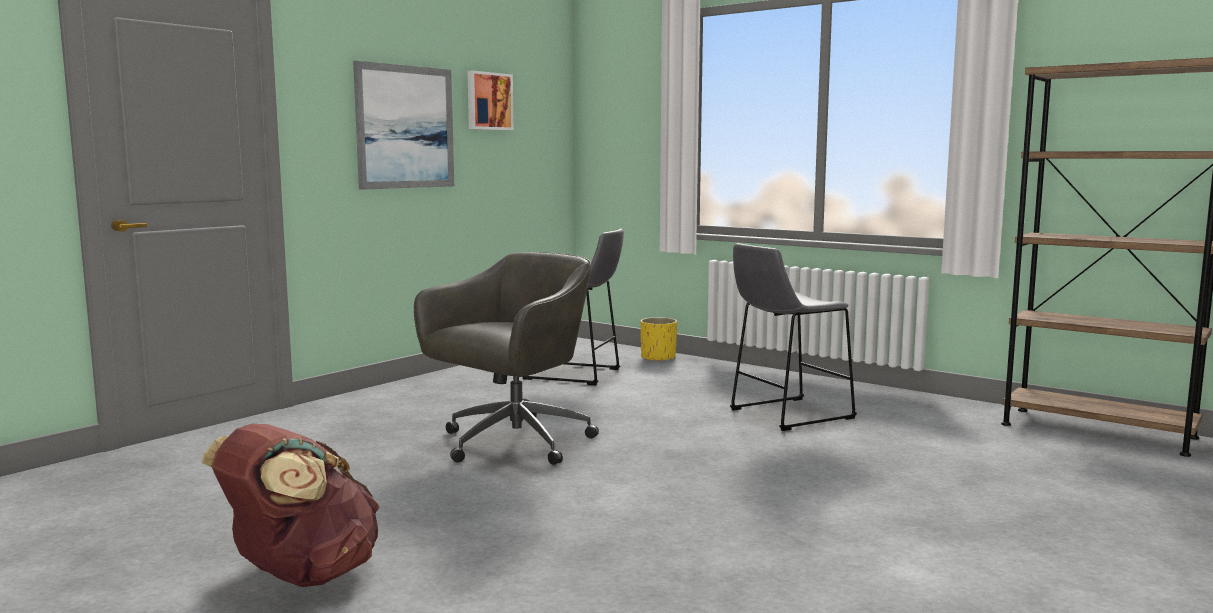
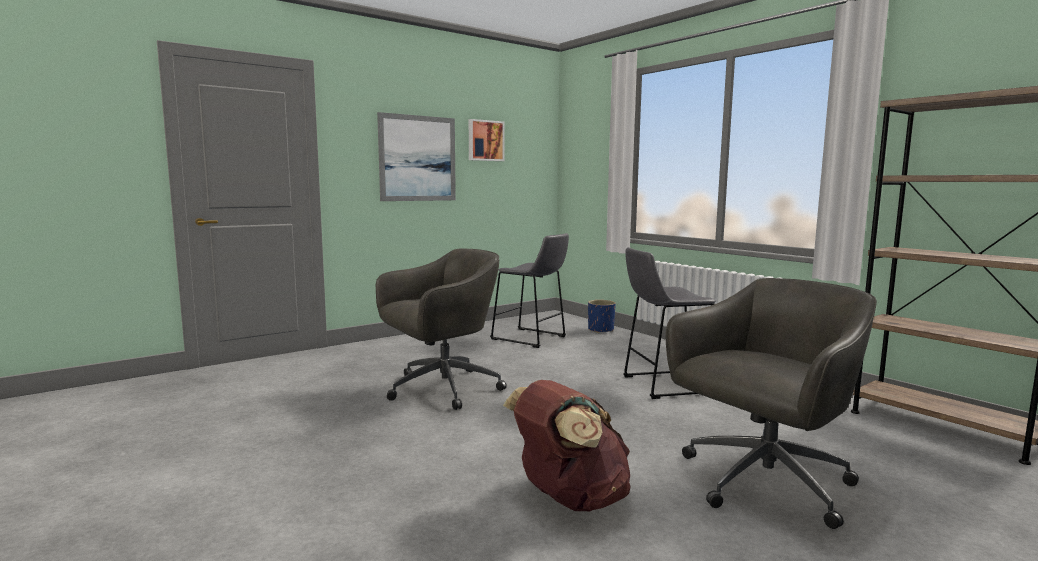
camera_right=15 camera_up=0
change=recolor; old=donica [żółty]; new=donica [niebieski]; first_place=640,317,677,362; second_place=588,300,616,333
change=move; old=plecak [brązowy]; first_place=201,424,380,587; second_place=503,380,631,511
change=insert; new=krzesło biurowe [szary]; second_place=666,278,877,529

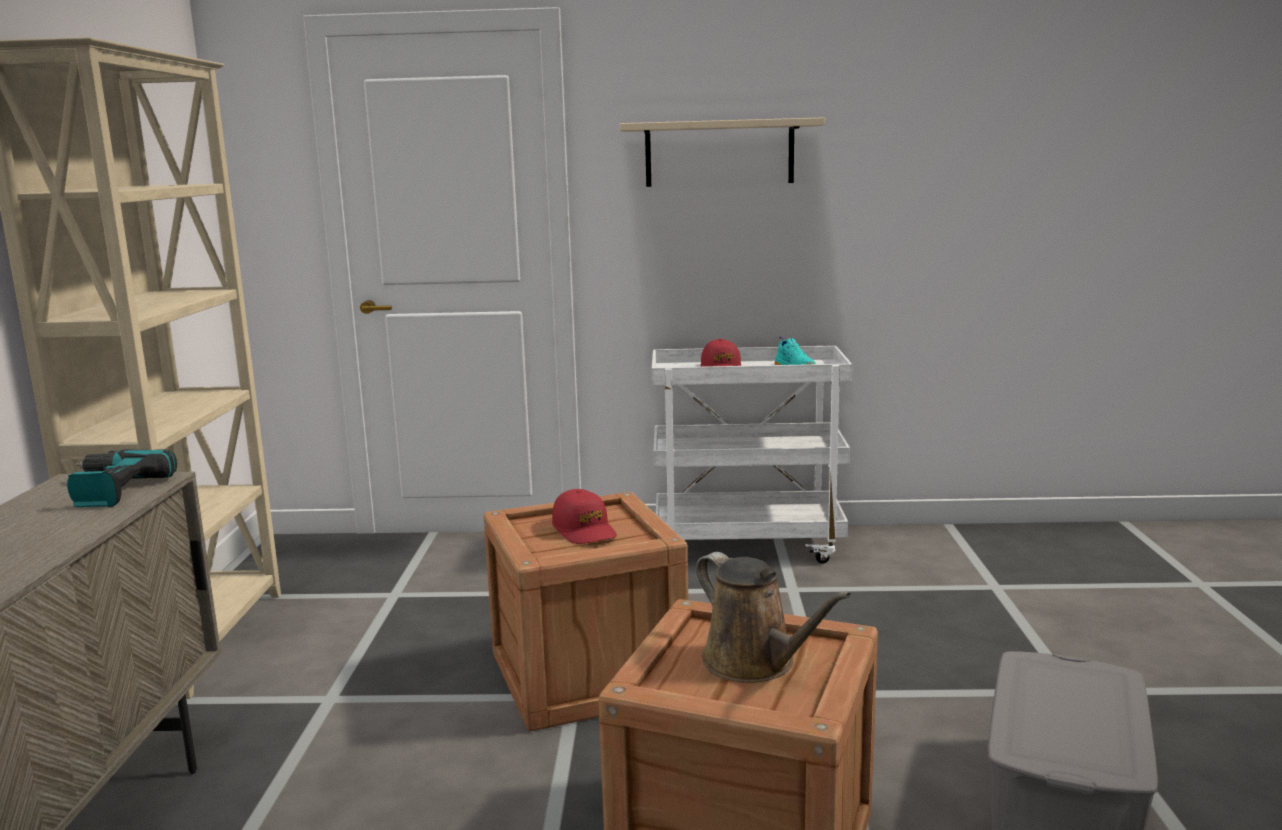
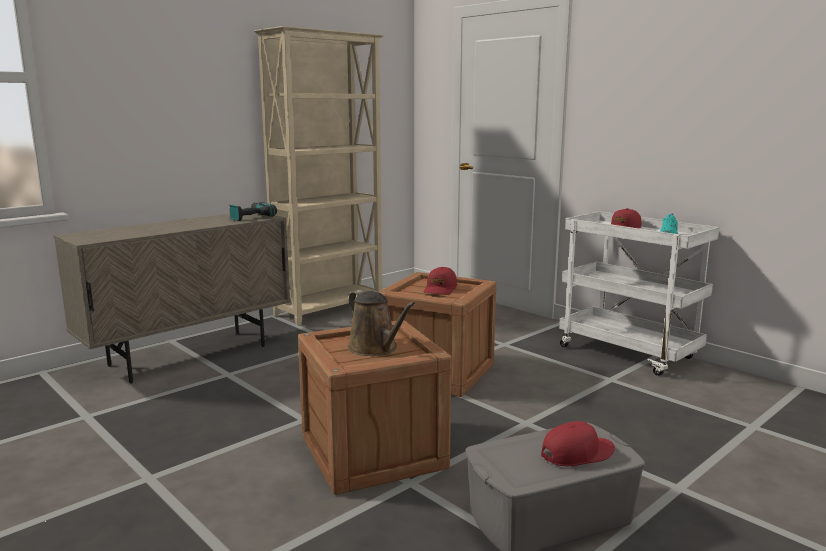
camera_right=45 camera_up=0
change=delete; old=półka [beżowy]; first_place=620,117,825,187
change=rotate; old=konewka [brązowy]; first_place=696,552,851,683; second_place=348,290,415,356; degrees=-45
change=insert; new=czapka z daszkiem [czerwony]; second_place=541,421,615,466

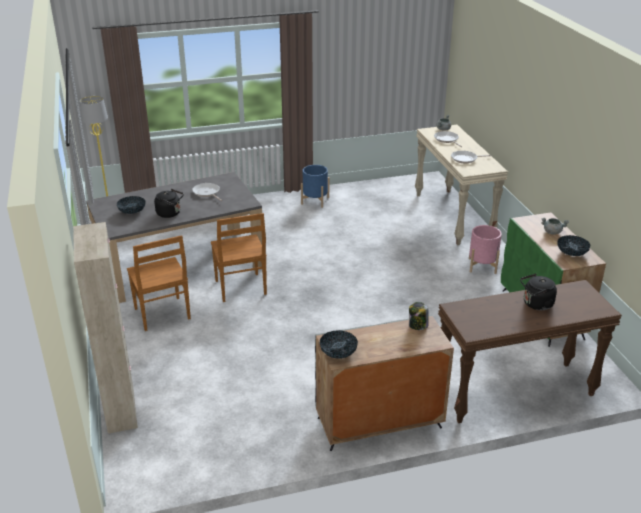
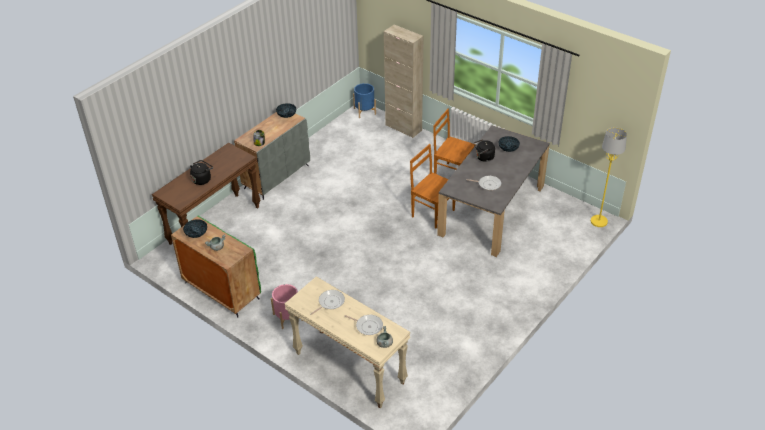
camera_right=145 camera_up=10
change=move; old=donica [niebieski]; first_place=301,165,329,208; second_place=353,83,376,118

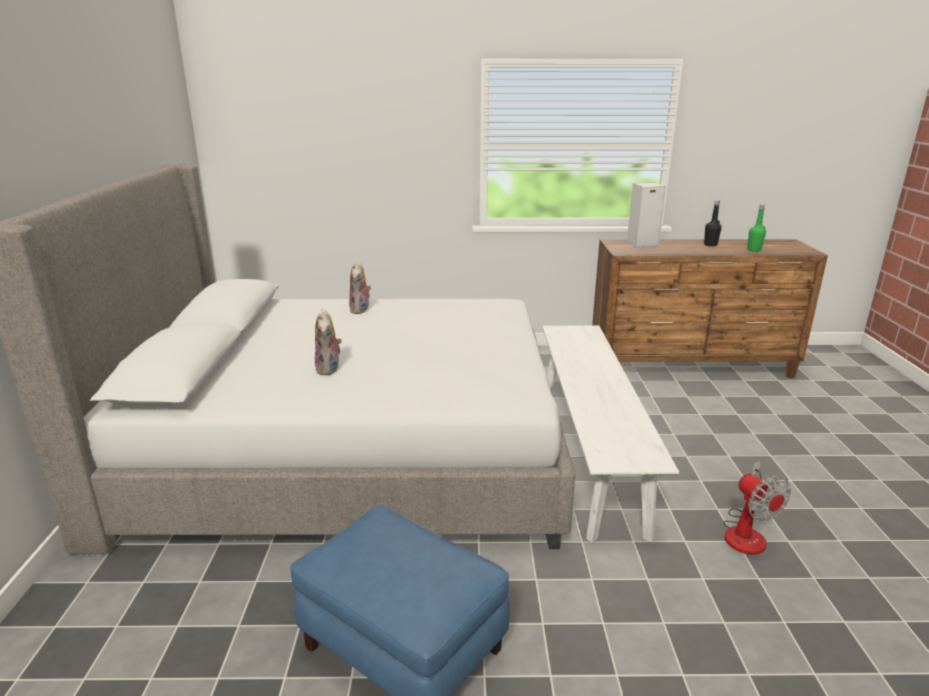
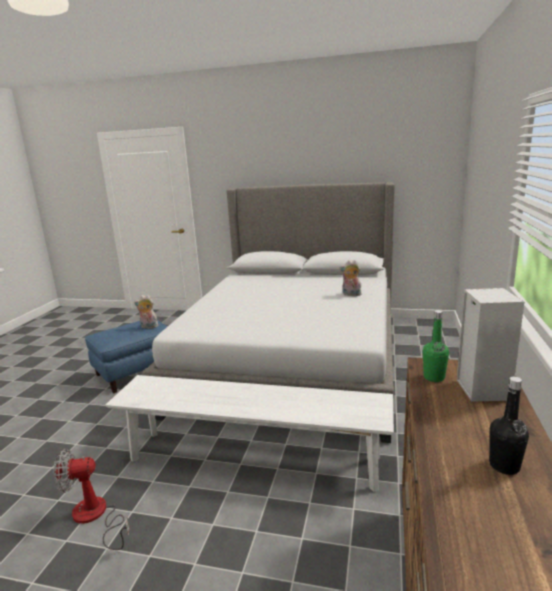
camera_right=105 camera_up=-5
change=move; old=butelka [zielony]; first_place=747,204,766,252; second_place=423,310,449,382
change=move; old=pluszak; first_place=315,309,342,375; second_place=134,295,158,329

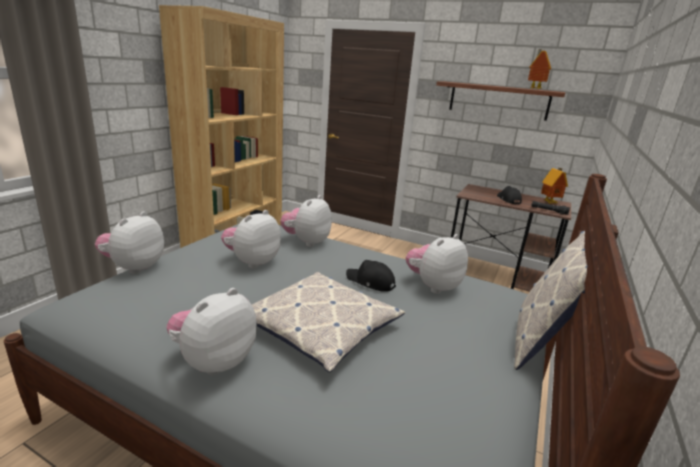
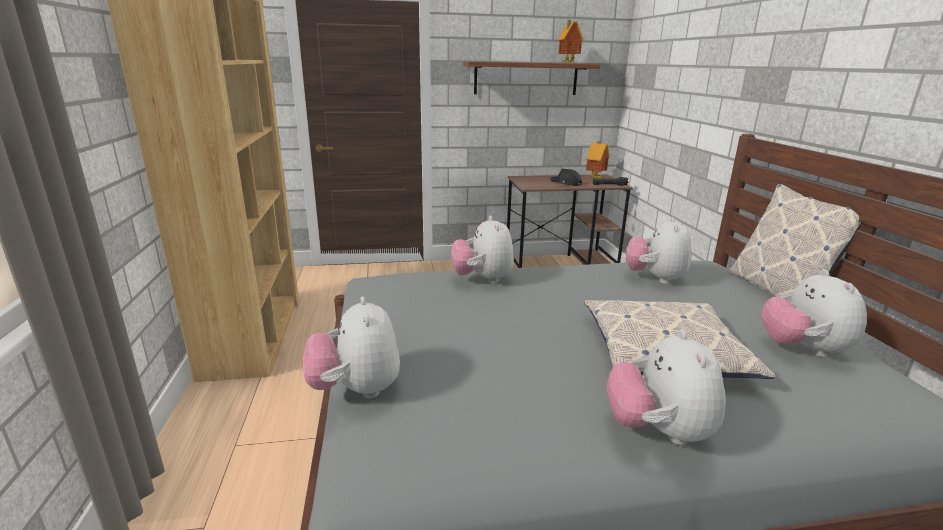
camera_right=-35 camera_up=0
change=move; old=pluszak; first_place=221,210,281,269; second_place=762,269,867,358
change=delete; old=czapka z daszkiem [czarny]; first_place=346,260,396,292

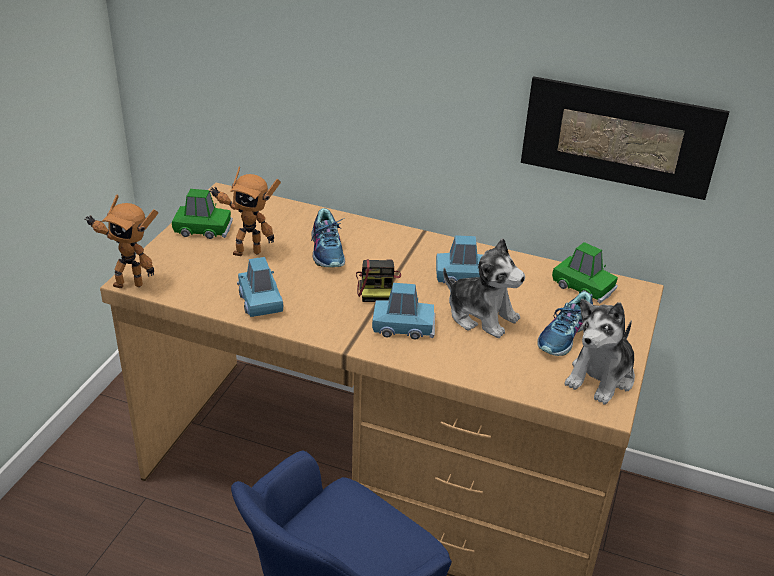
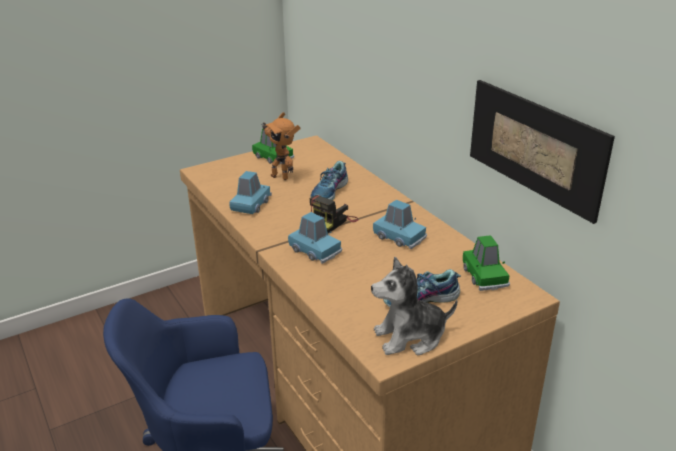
camera_right=40 camera_up=-5
change=delete; old=robot zabawkowy; first_place=84,194,158,288
change=delete; old=pluszak; first_place=443,238,525,338

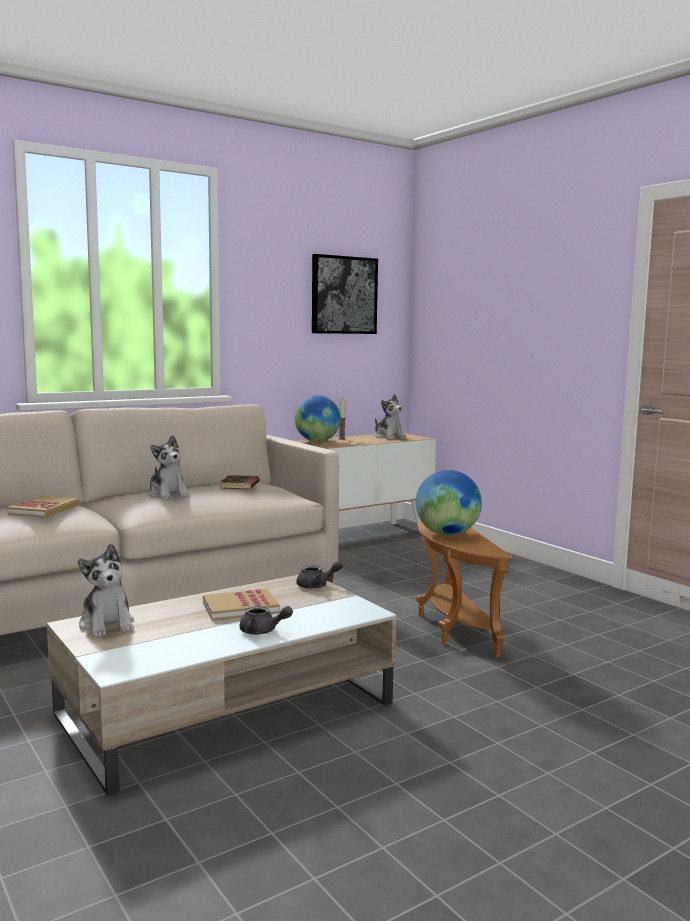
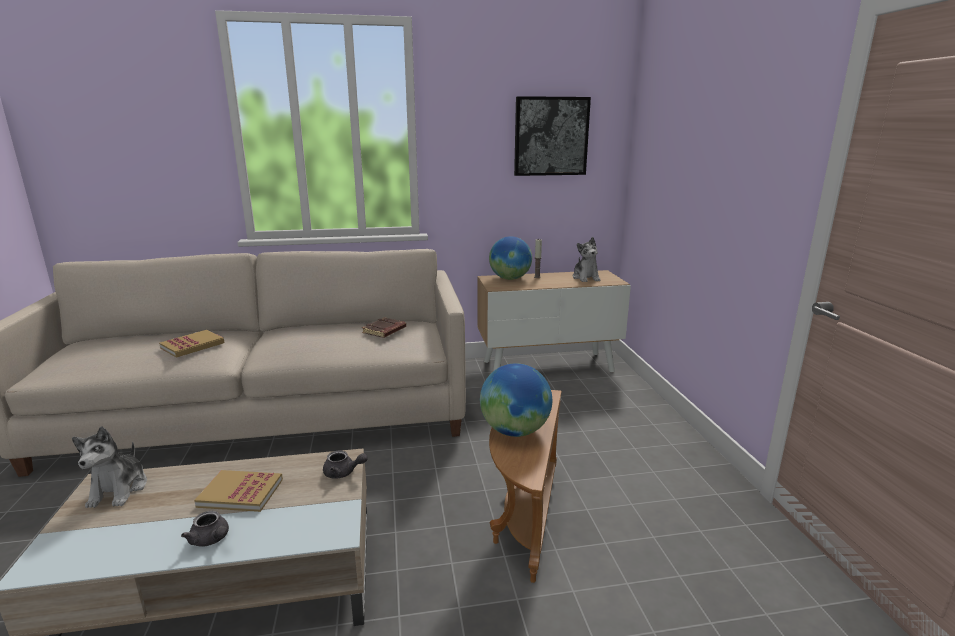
camera_right=25 camera_up=10
change=delete; old=pluszak; first_place=148,435,190,500

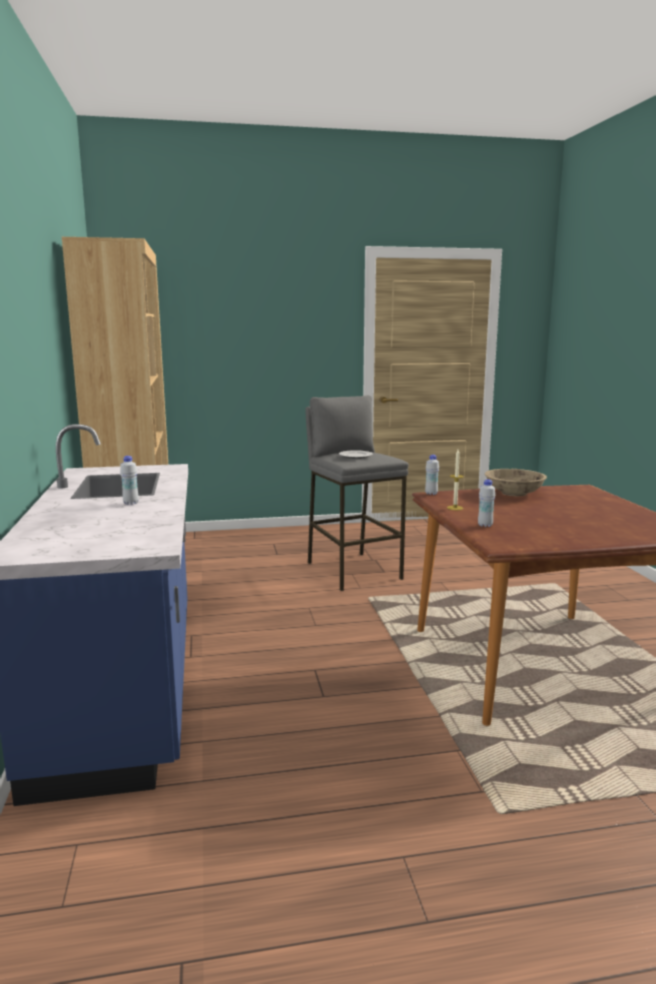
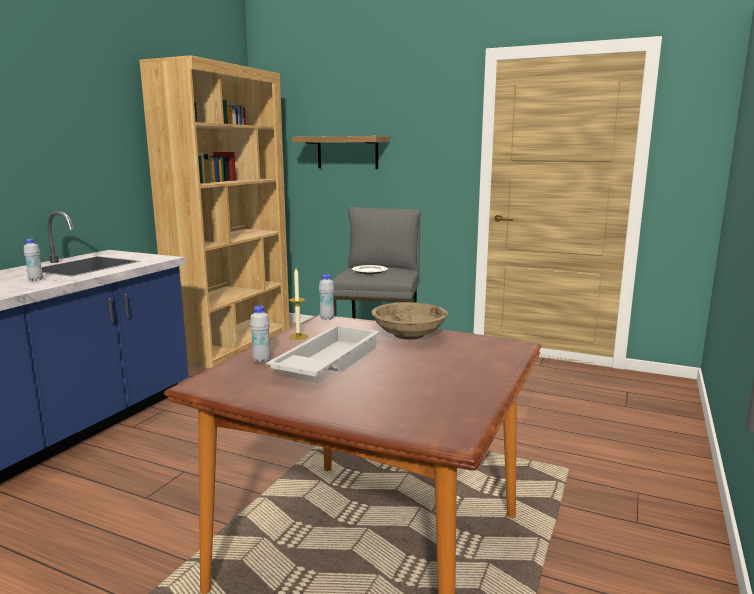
camera_right=35 camera_up=0
change=insert; new=półka; second_place=292,136,389,169
change=insert; new=taca [biały]; second_place=266,325,380,377

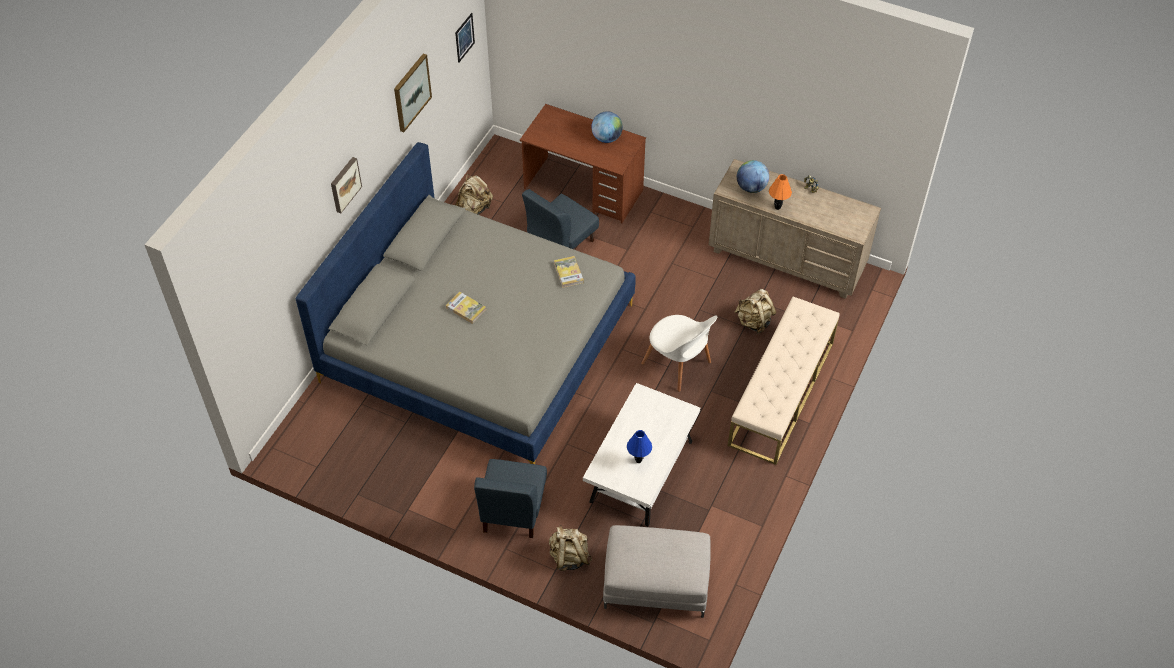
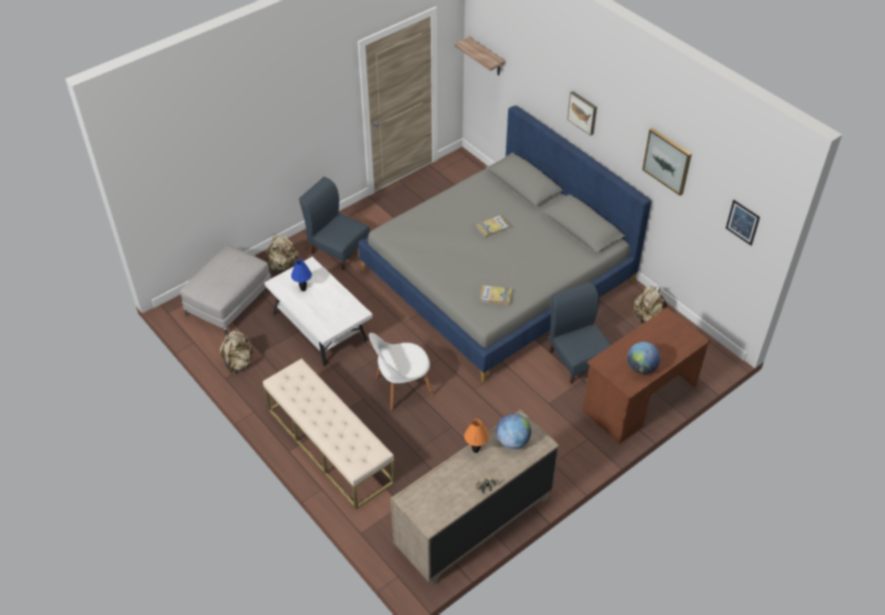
camera_right=115 camera_up=-5
change=move; old=plecak [beżowy]; first_place=735,289,777,334; second_place=219,331,254,374
change=insert; new=półka; second_place=455,37,505,75

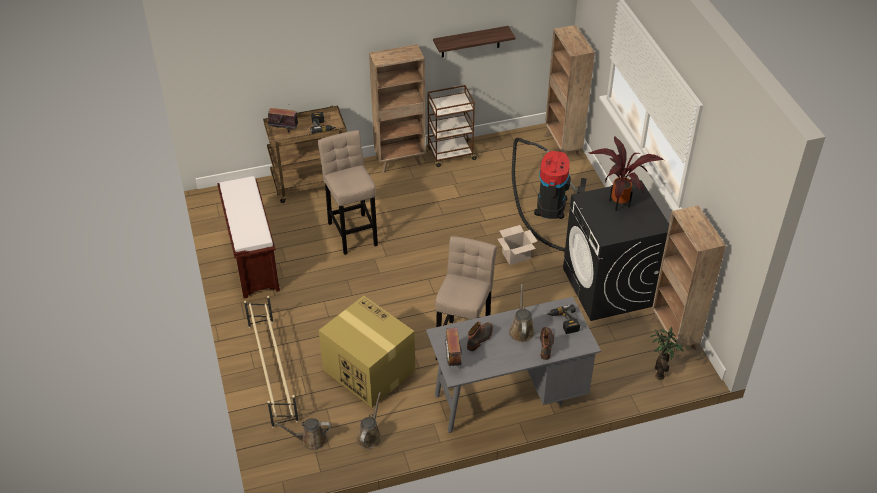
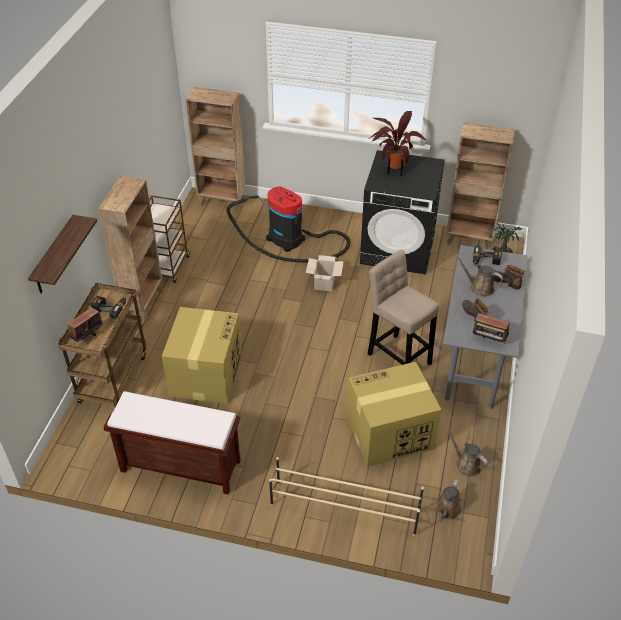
camera_right=-60 camera_up=0
change=move; old=półka; first_place=433,26,515,58; second_place=28,215,97,293
change=replace; old=stołek [beżowy]; new=karton; first_place=318,130,378,255; second_place=162,307,242,404

